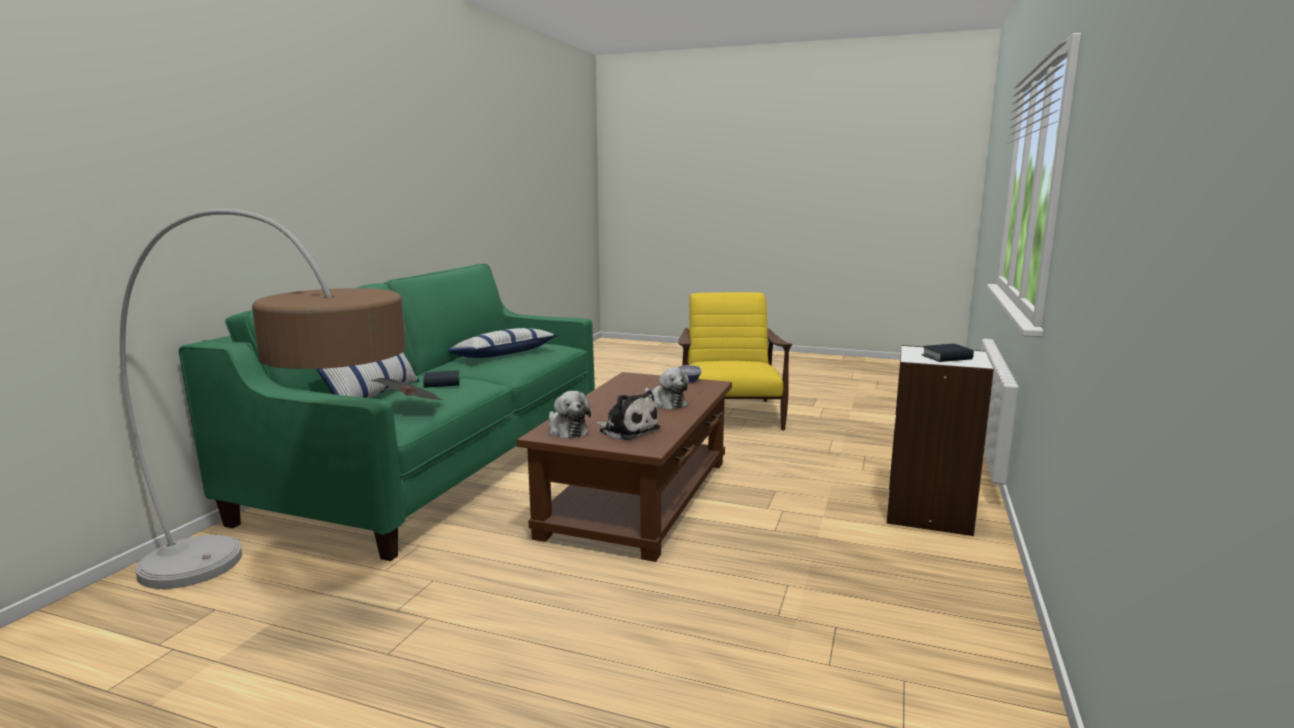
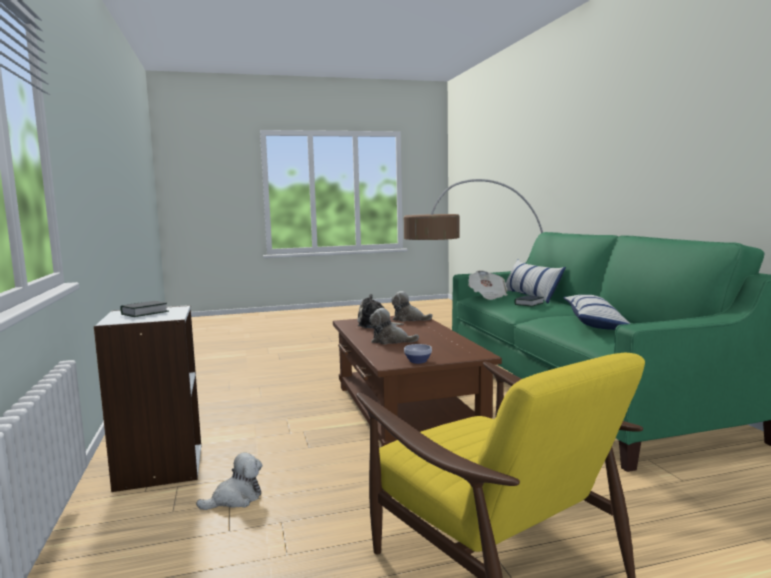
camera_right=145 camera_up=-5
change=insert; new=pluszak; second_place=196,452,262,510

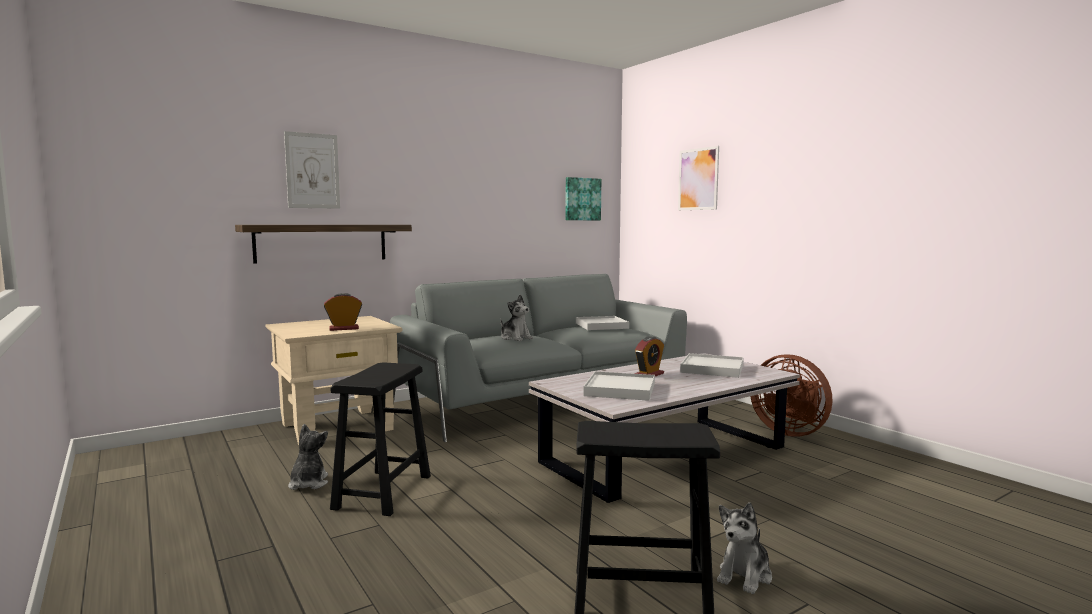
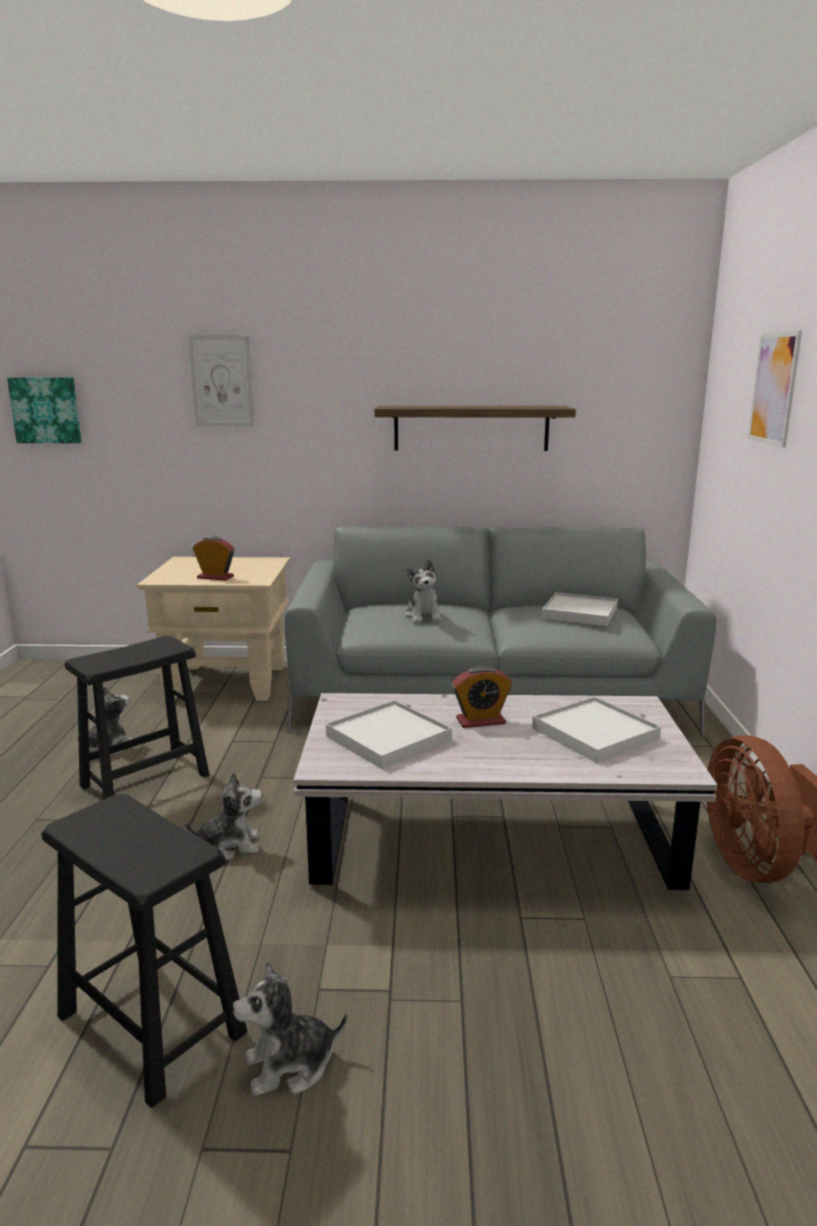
camera_right=35 camera_up=10
change=move; old=obraz; first_place=565,177,601,220; second_place=7,377,81,443
change=move; old=półka; first_place=235,225,412,264; second_place=374,406,576,451
change=insert; new=pluszak; second_place=185,772,263,860

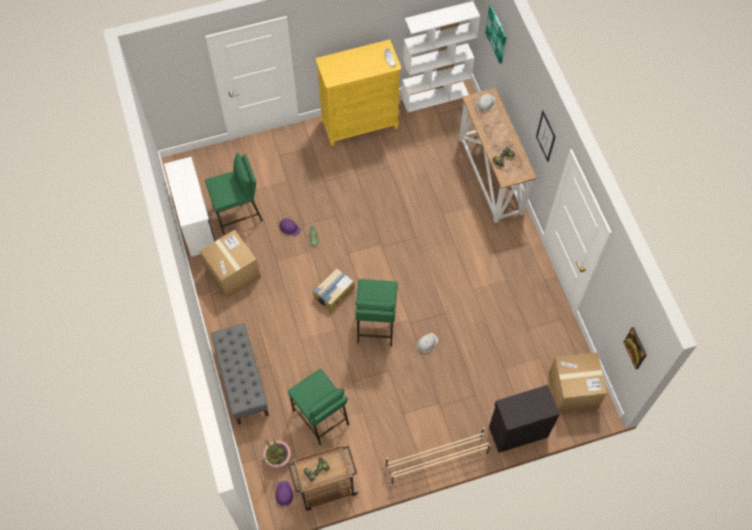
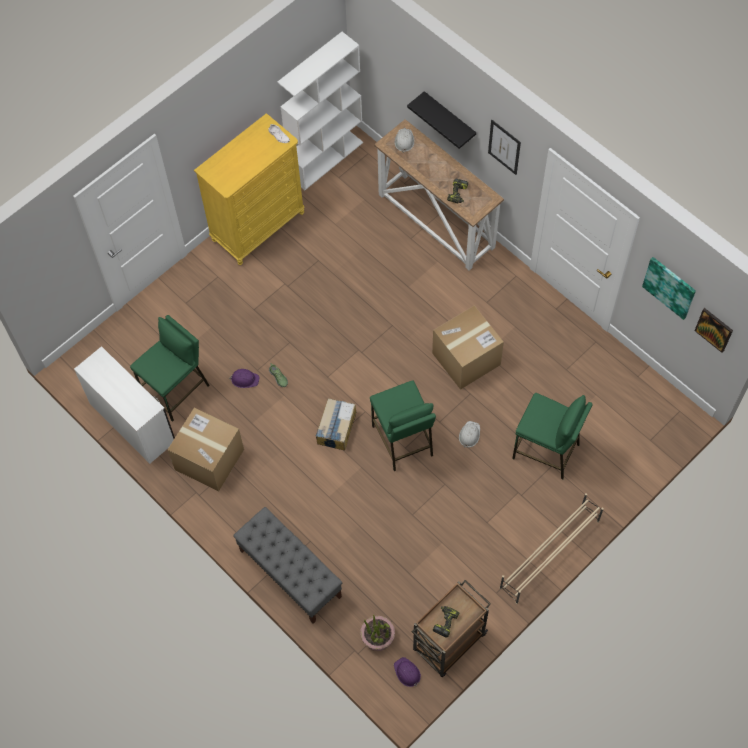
camera_right=-25 camera_up=0
change=move; old=obraz; first_place=485,5,507,64; second_place=642,257,696,320
change=move; old=karton; first_place=549,352,607,412; second_place=432,305,504,390
change=move; old=stołek [zielony]; first_place=288,369,349,445; second_place=512,393,593,480
change=delete; old=szafka [czarny]; first_place=489,385,560,453
change=insert; new=półka [czarny]; second_place=407,91,476,149

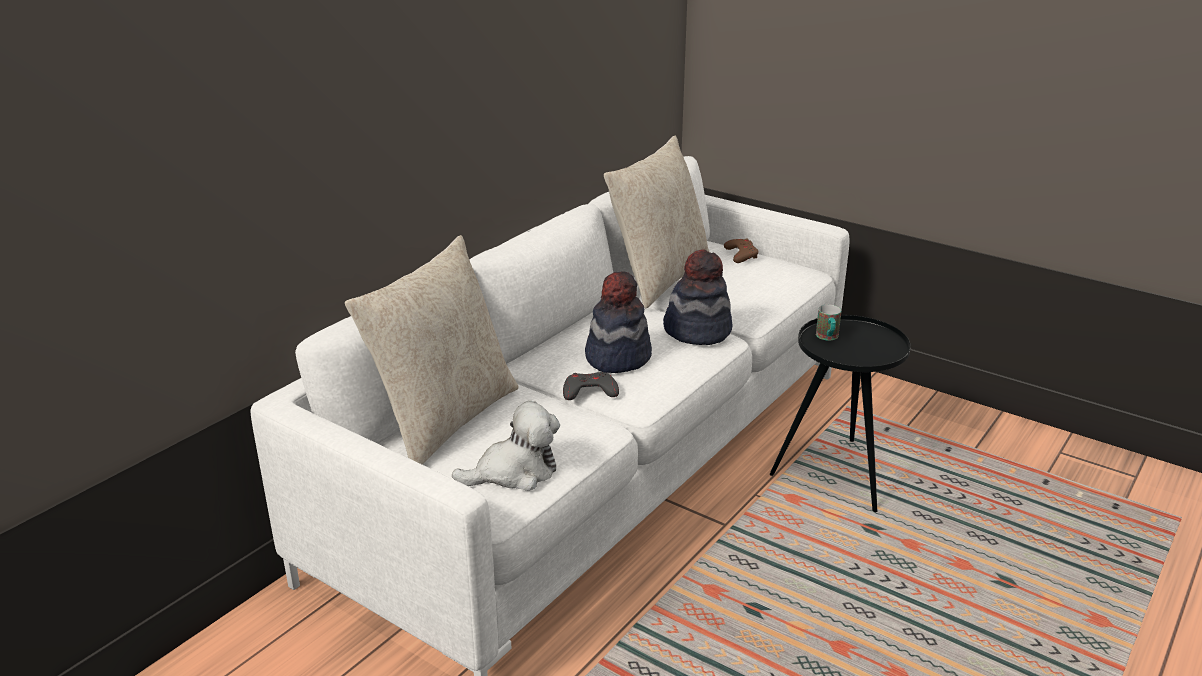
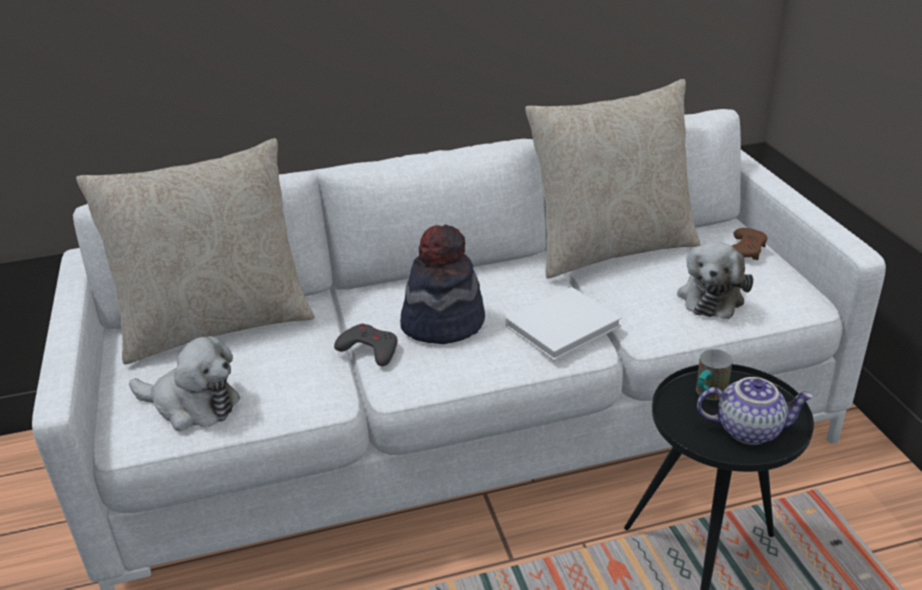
camera_right=40 camera_up=5
change=replace; old=kapelusz; new=książka [biały]; first_place=663,249,732,345; second_place=506,287,622,361
change=insert; new=pluszak; second_place=677,242,753,319
change=insert; new=imbryk; second_place=697,377,814,445

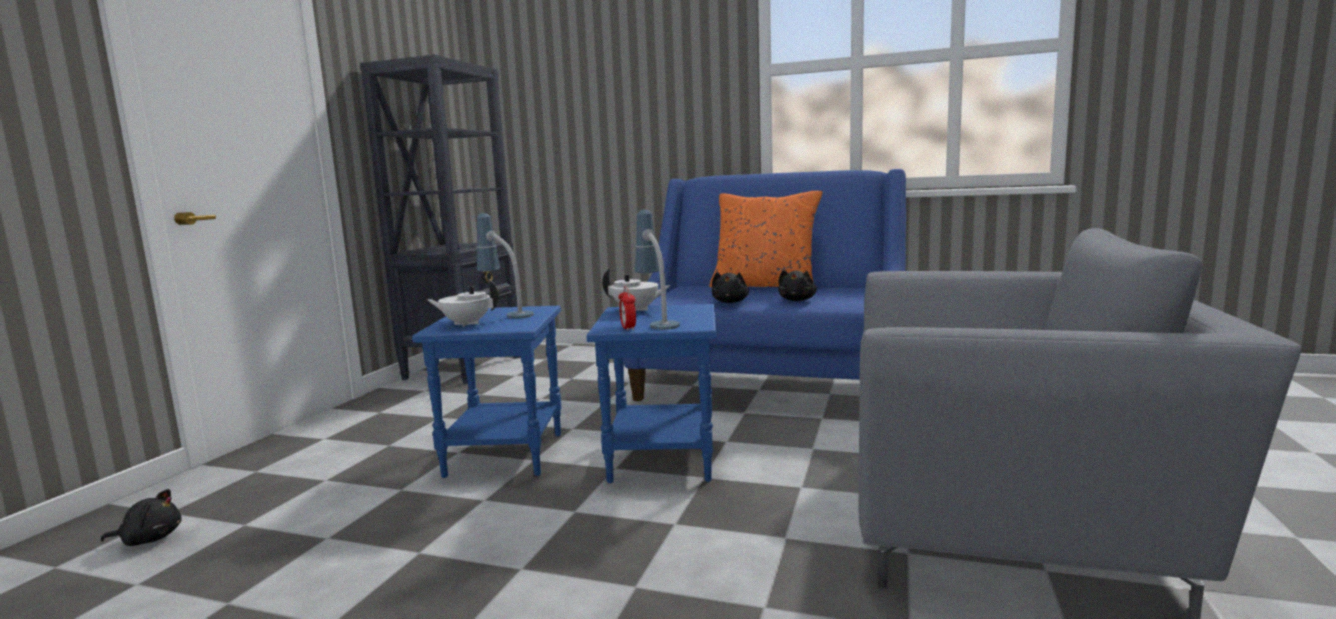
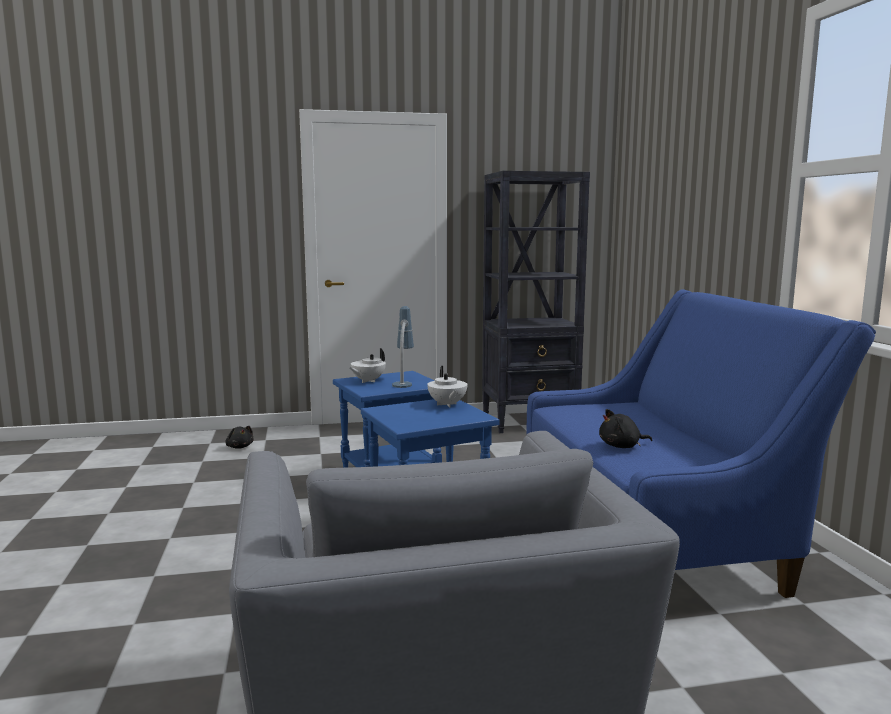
camera_right=60 camera_up=0
change=delete; old=poduszka [pomarańczowy]; first_place=709,191,823,287
change=delete; old=lampa stołowa; first_place=635,210,680,330
change=delete; old=pluszak [czarny]; first_place=712,272,749,303
change=rotate; old=imbryk [biały]; first_place=426,280,499,327; second_place=350,348,386,383; degrees=-120
change=delete; old=budzik; first_place=618,286,636,331

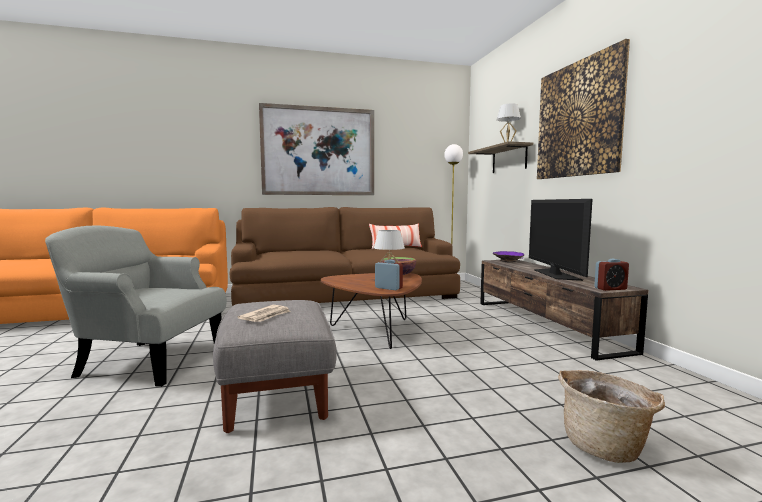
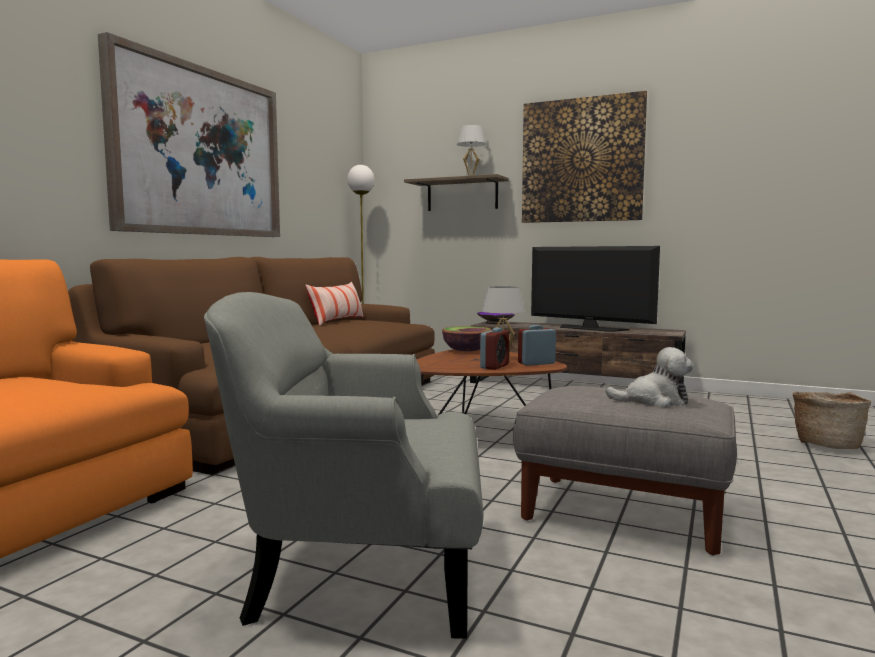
camera_right=-50 camera_up=0
change=rotate; old=fotel [szary]; first_place=45,226,227,387; second_place=204,292,484,639; degrees=45
change=move; old=budzik; first_place=594,259,629,291; second_place=480,327,509,370
change=replace; old=gazeta; new=pluszak; first_place=237,305,291,322; second_place=606,347,694,408

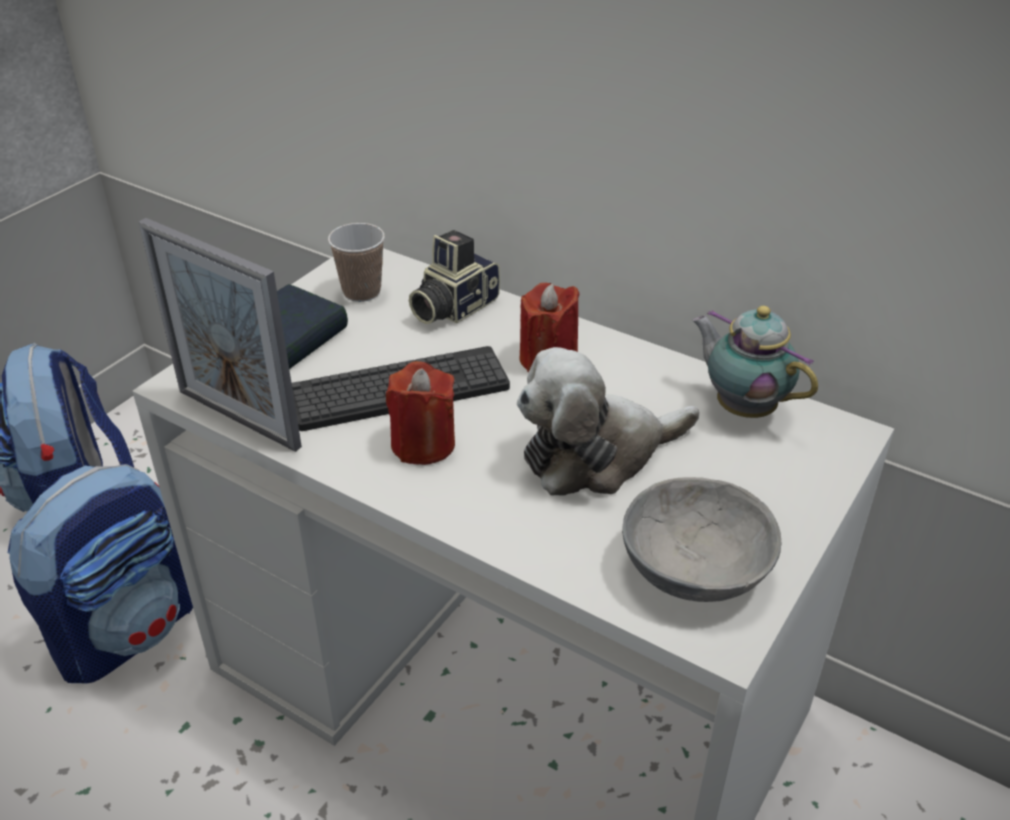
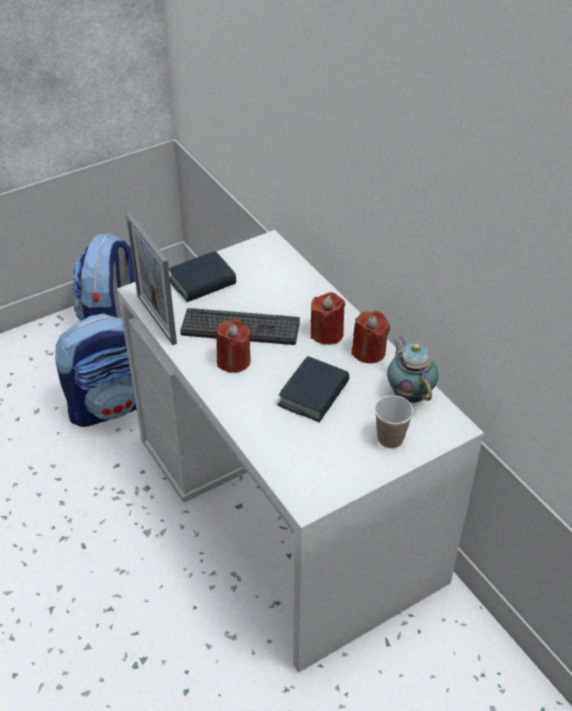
camera_right=25 camera_up=5
change=move; old=filiżanka; first_place=328,223,385,302; second_place=375,395,414,448
change=delete; old=aparat fotograficzny; first_place=409,230,500,324
change=replace; old=pluszak; new=książka; first_place=517,347,699,495; second_place=277,356,349,422
change=delete; old=miska [szary]; first_place=622,477,781,602
change=insert; new=świeca [czerwony]; second_place=352,311,390,363

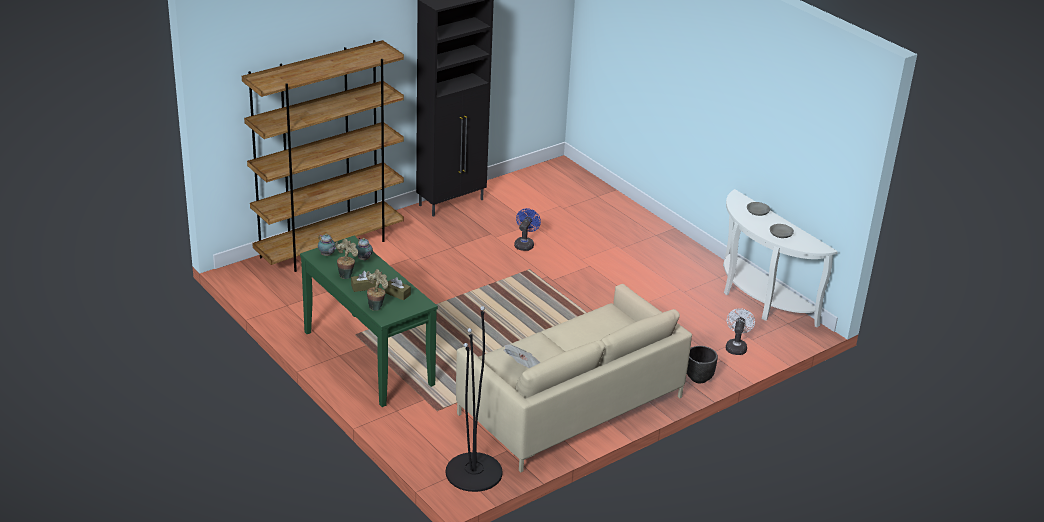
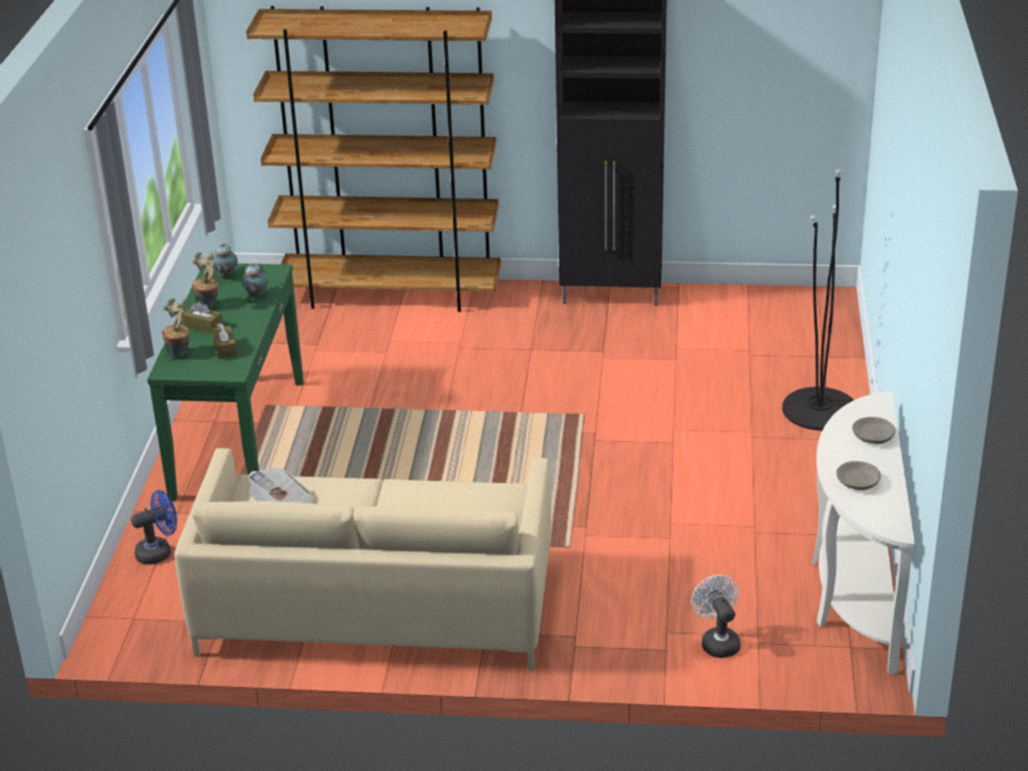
camera_right=45 camera_up=0
change=move; old=wentylator [niebieski]; first_place=514,208,541,251; second_place=131,490,177,565
change=move; old=lampa stojąca [czarny]; first_place=445,306,503,492; second_place=782,169,854,431
change=rotate; old=wentylator [biały]; first_place=726,308,755,355; second_place=691,575,741,658; degrees=-75
change=delete; old=donica [czarny]; first_place=687,346,718,383

